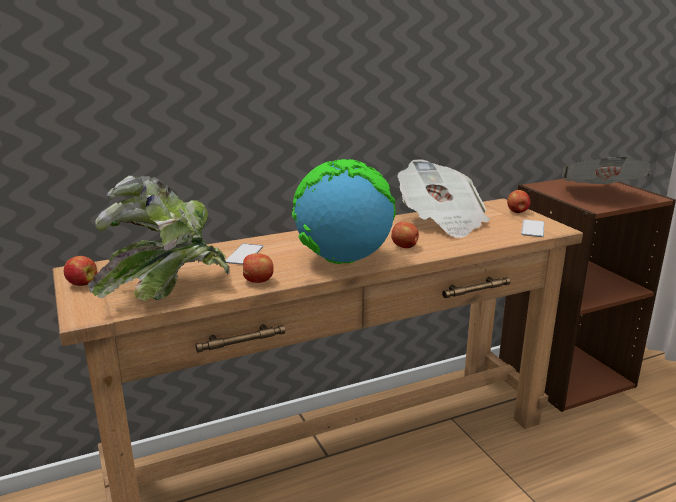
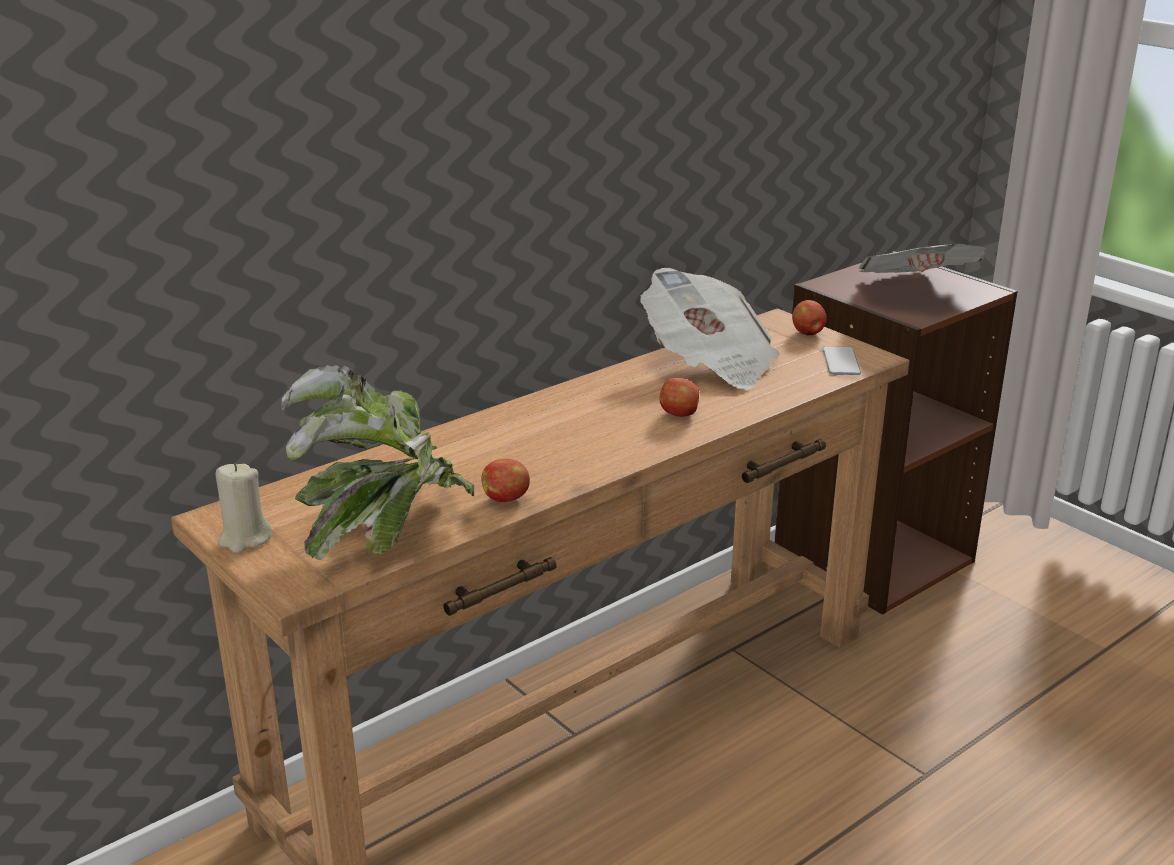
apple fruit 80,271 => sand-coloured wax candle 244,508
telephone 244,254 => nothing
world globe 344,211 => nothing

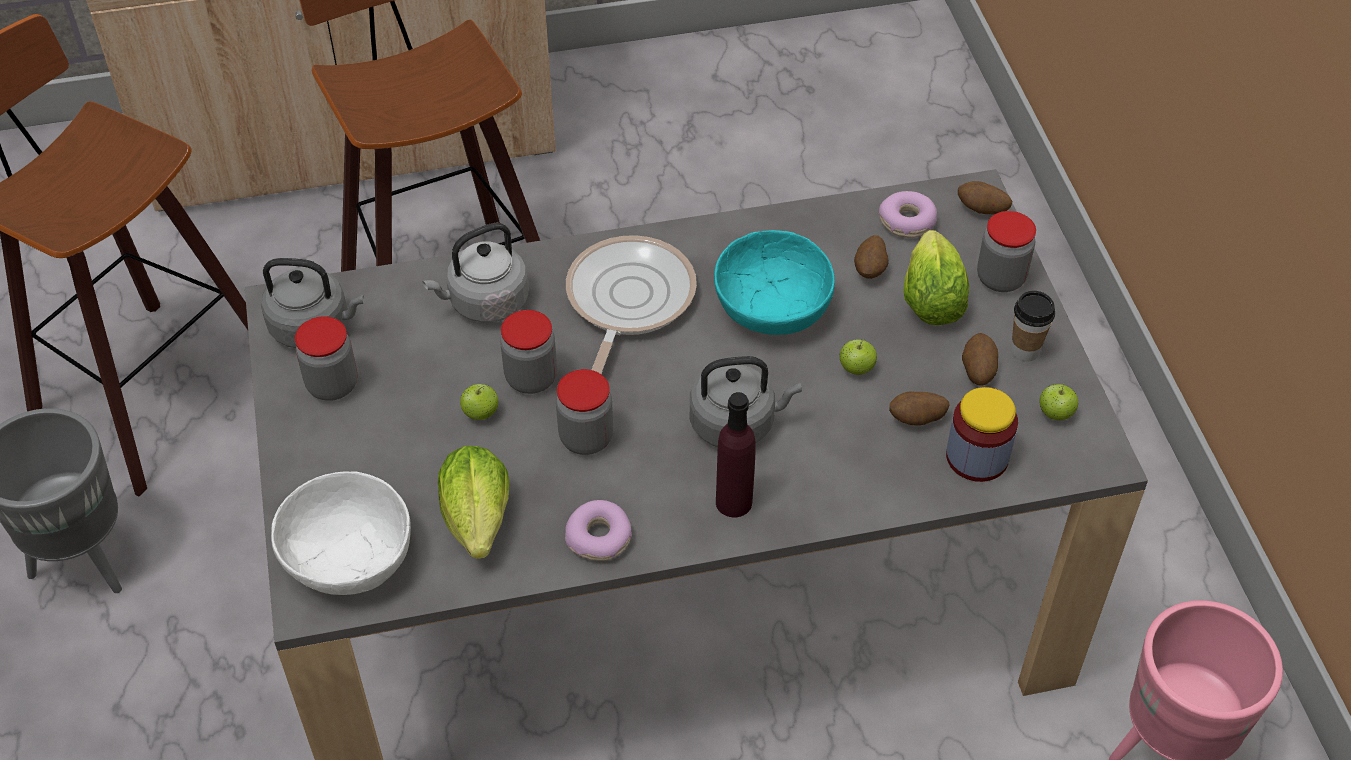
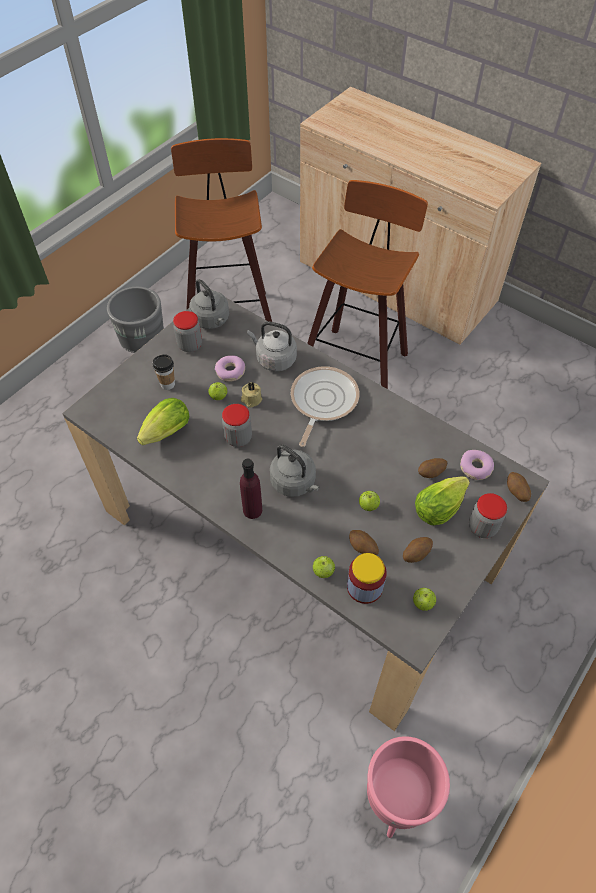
whitish bowl 341,533 => nothing
storage jar 528,352 => sand-coloured wax candle 251,395
doughnut 598,530 => doughnut 230,368, shifted
skillet 631,304 => skillet 325,406, 45 degrees counterclockwise
turquoise bowl 774,282 => nothing
drinking cup 1033,326 => drinking cup 164,372, shifted
nothing => apple fruit 324,567

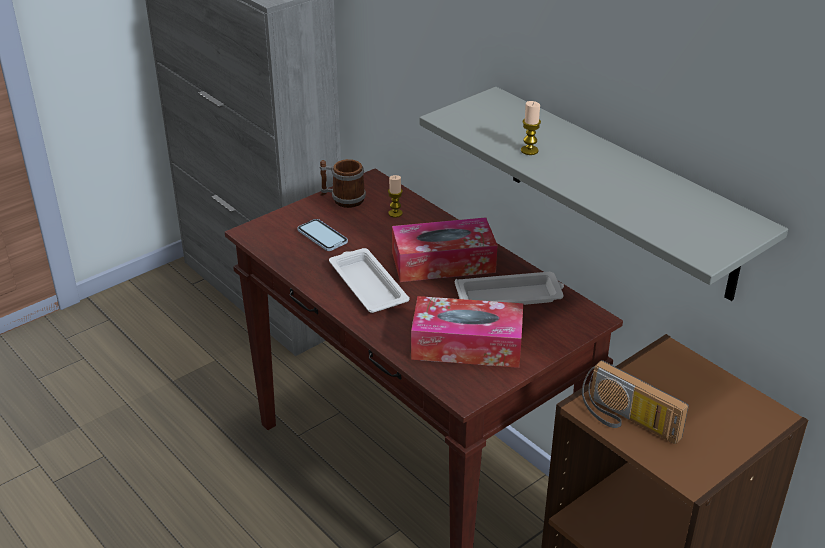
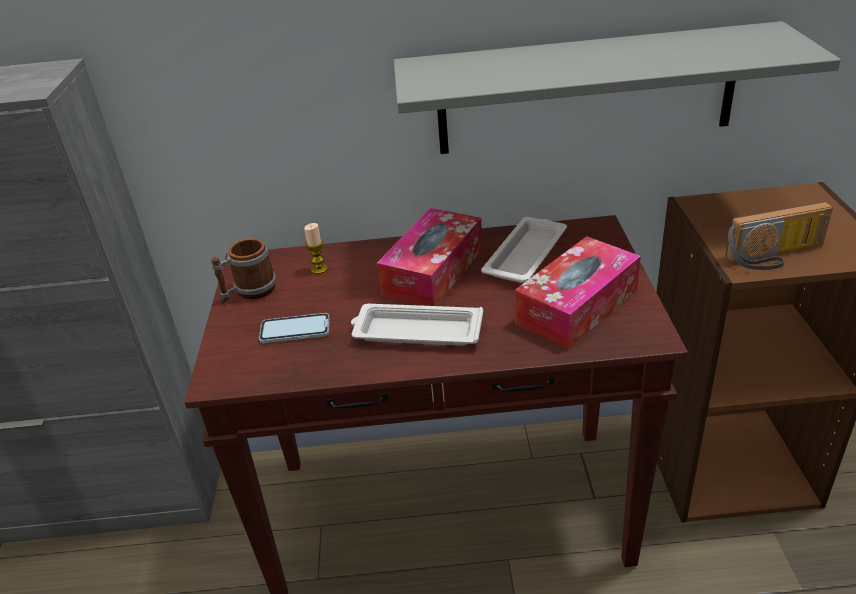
wax candle 531,128 => nothing

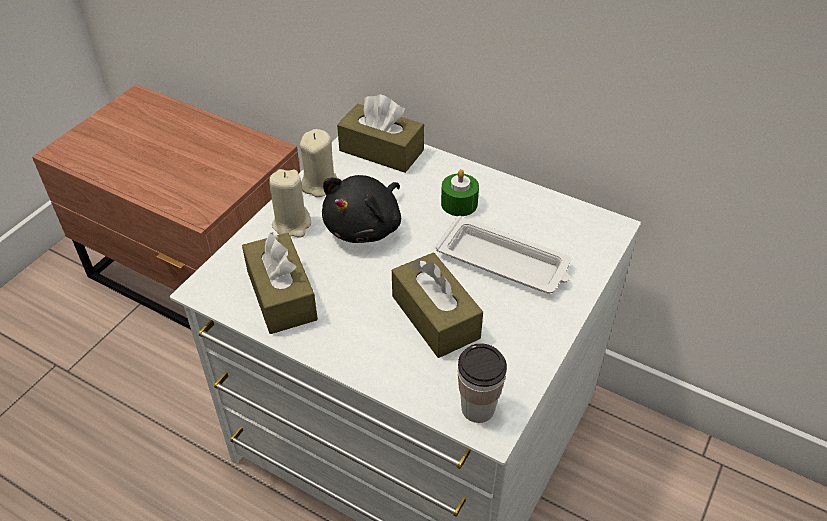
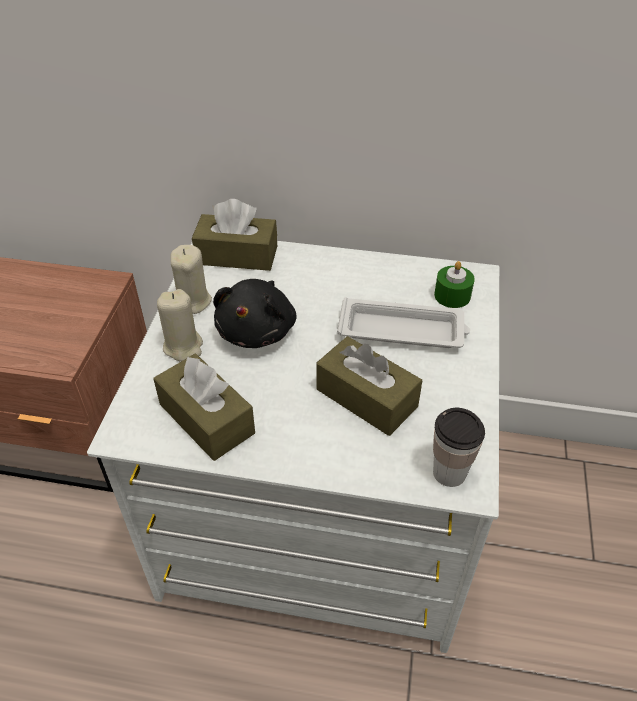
green-coloured wax candle 460,192 => green-coloured wax candle 454,284, shifted

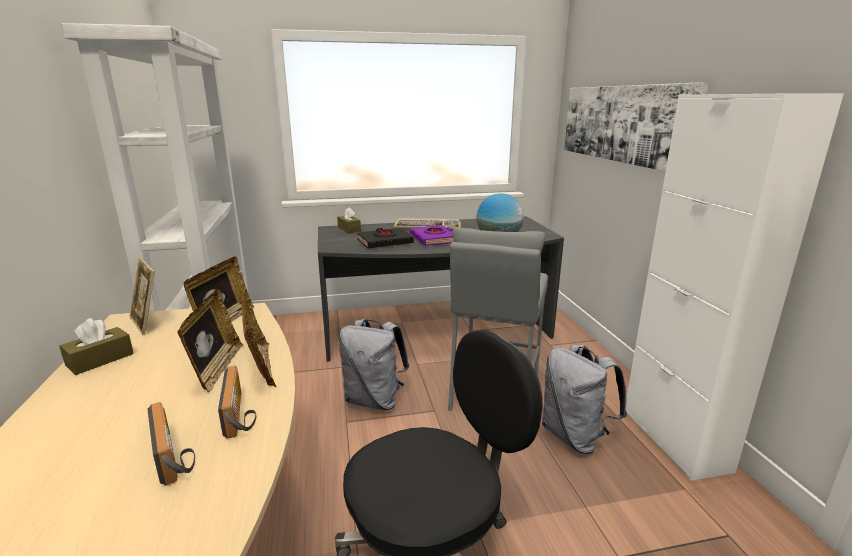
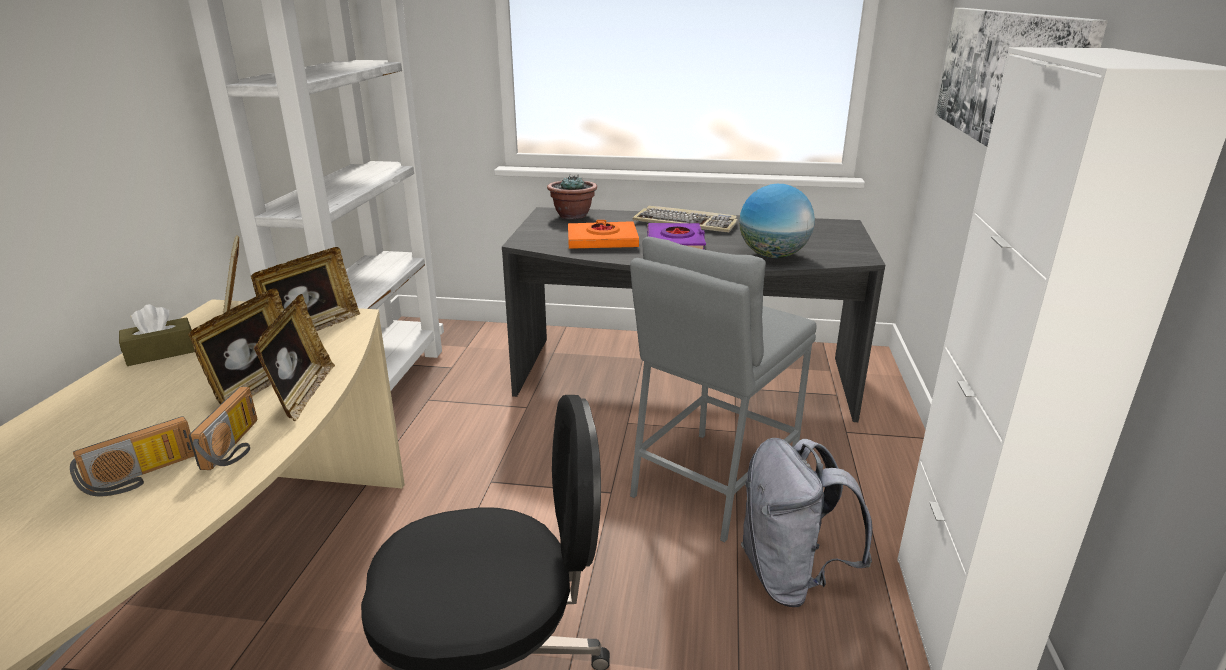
radio receiver 171,444 => radio receiver 132,456, 60 degrees clockwise
brown-coloured box of tissues 349,220 => plant in a pot 572,197
greyish rucksack 374,364 => nothing
black volume 385,238 => orangey volume 603,234

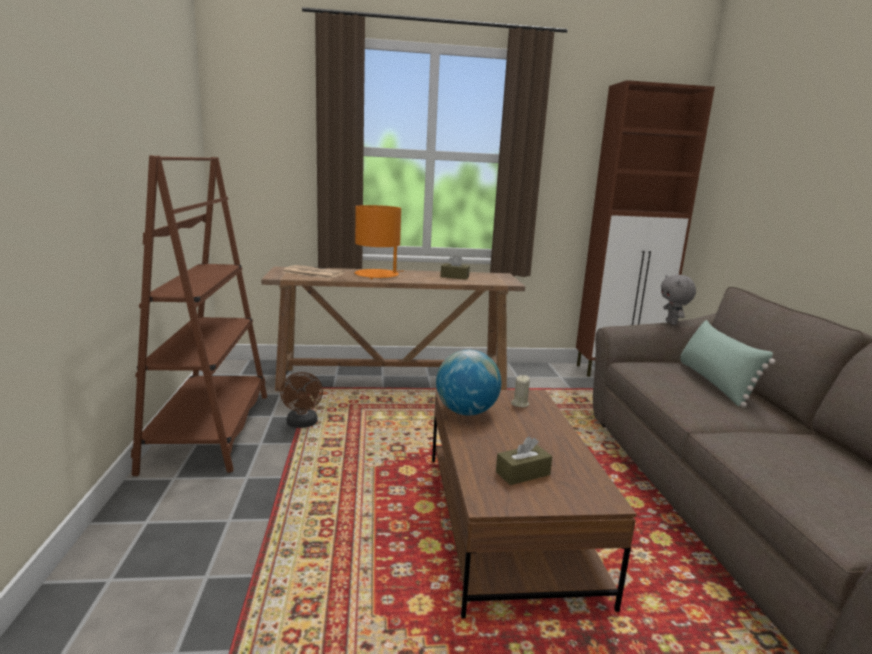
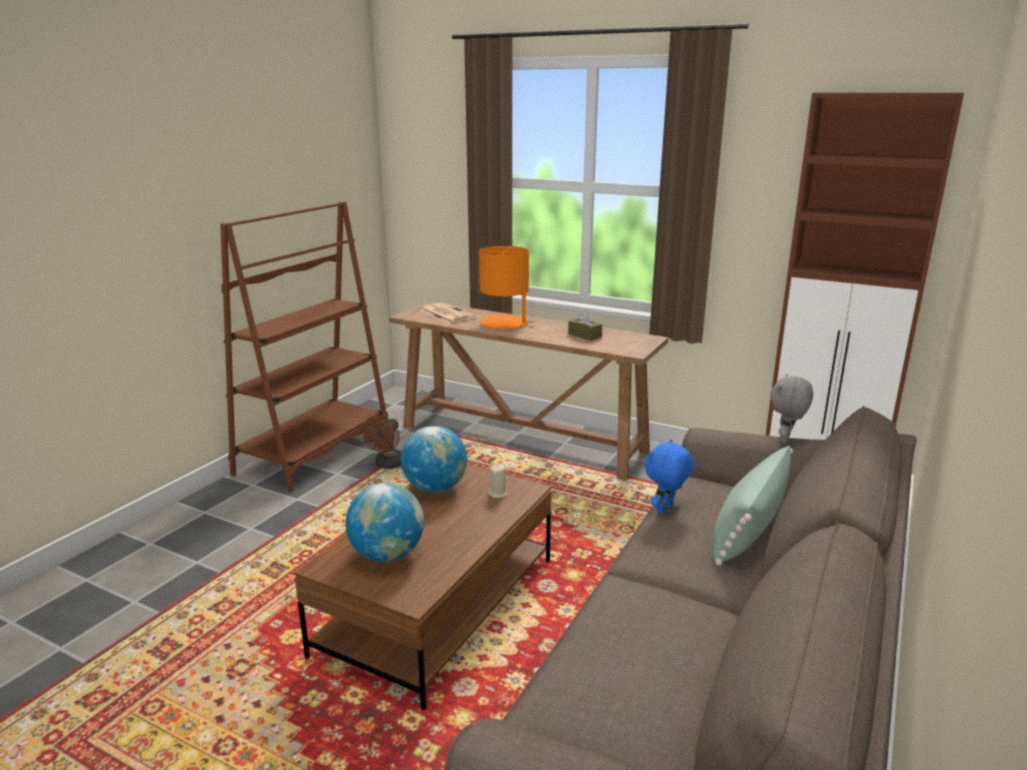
brown-coloured box of tissues 524,461 => world globe 384,522
nothing => blue plush toy 669,476

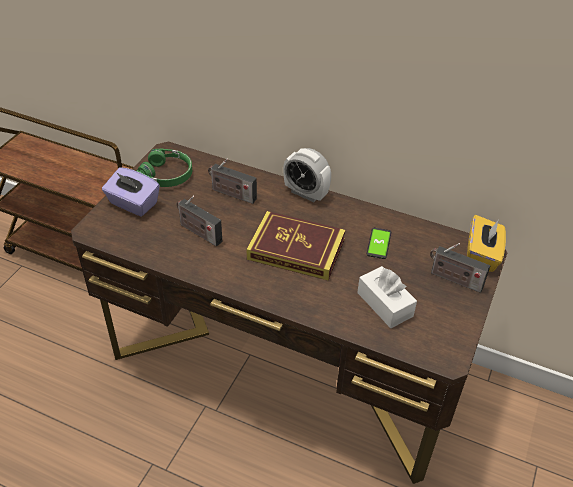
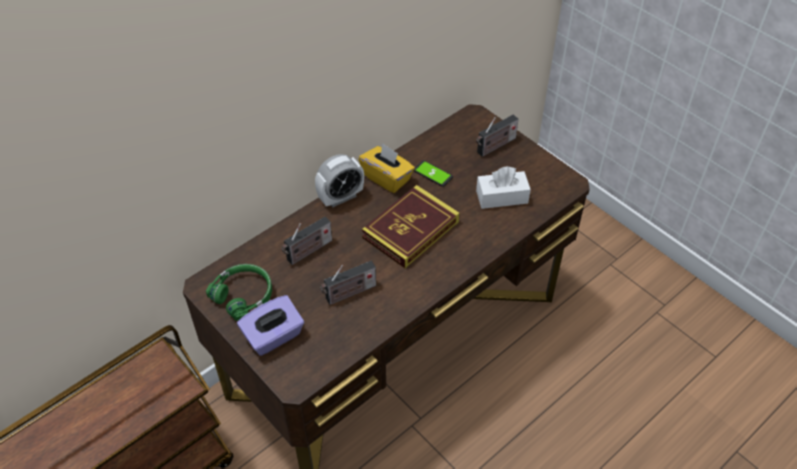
yellowish box of tissues 486,243 => yellowish box of tissues 387,168, shifted

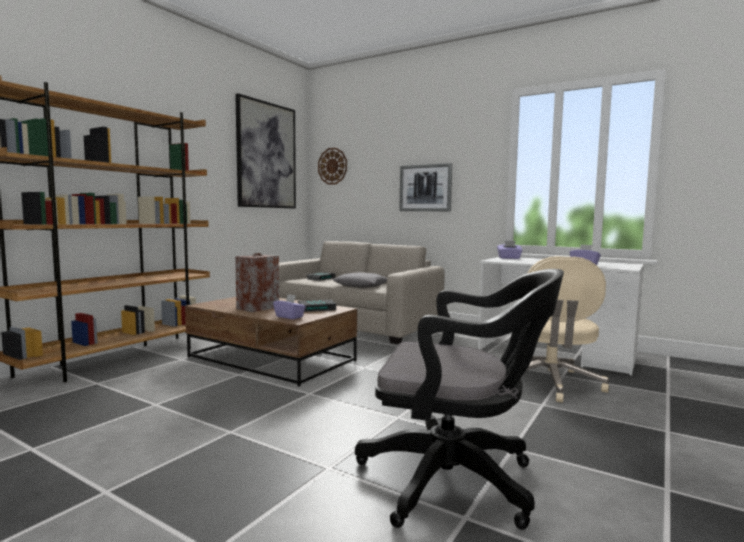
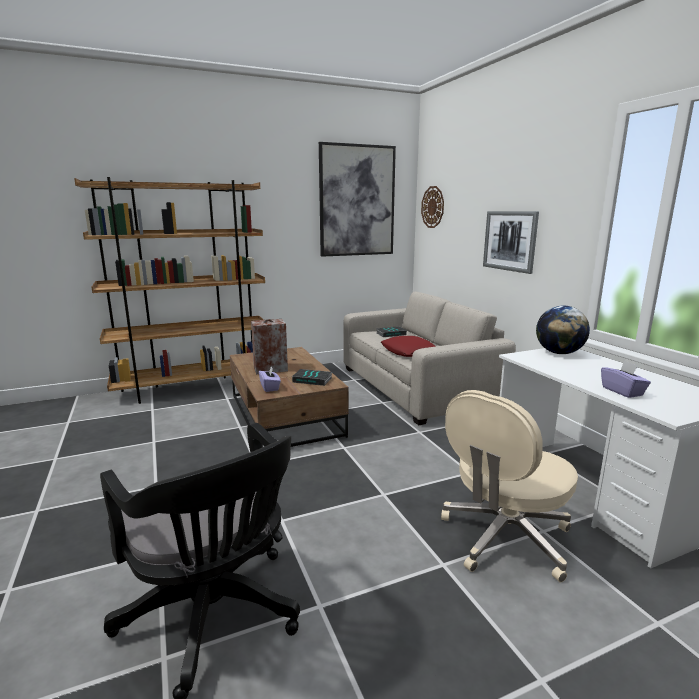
greyish cushion 360,280 => red-coloured cushion 408,346
purplish box of tissues 510,250 => world globe 563,330

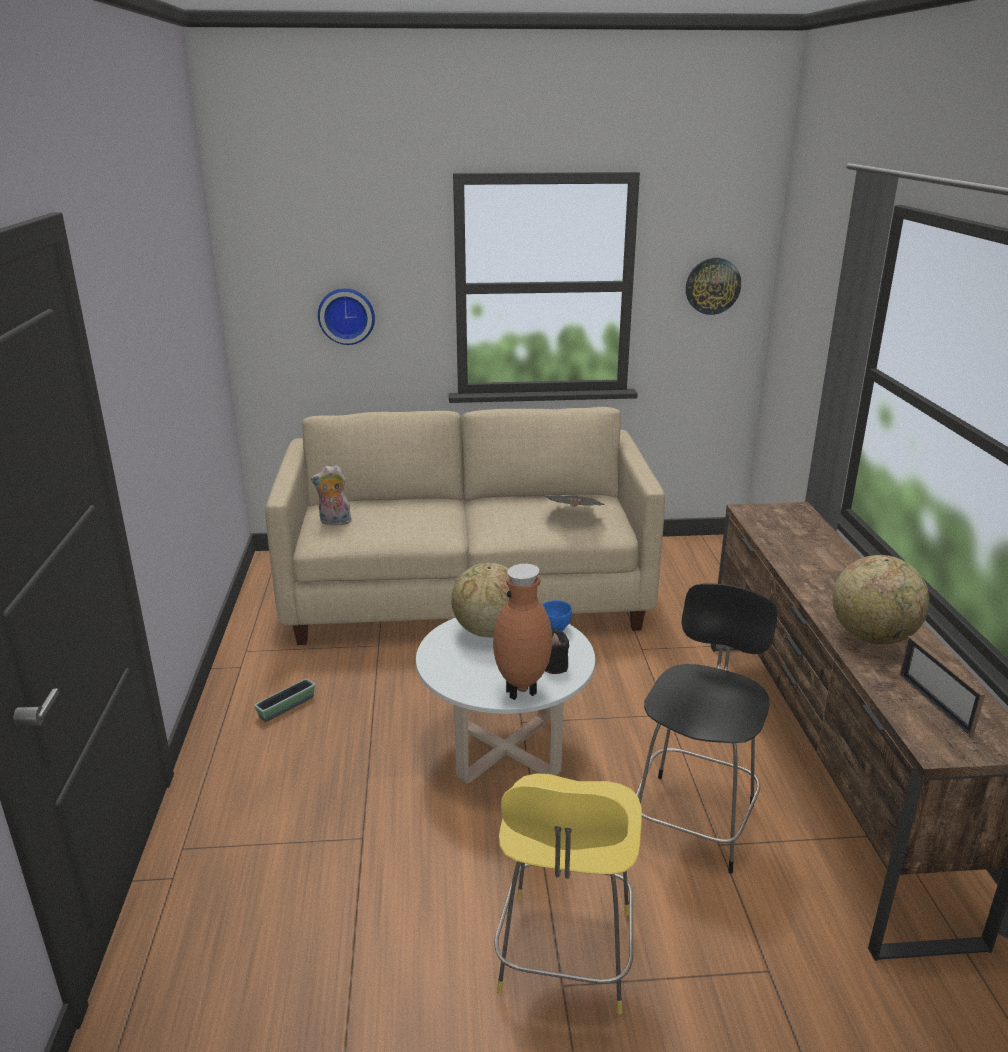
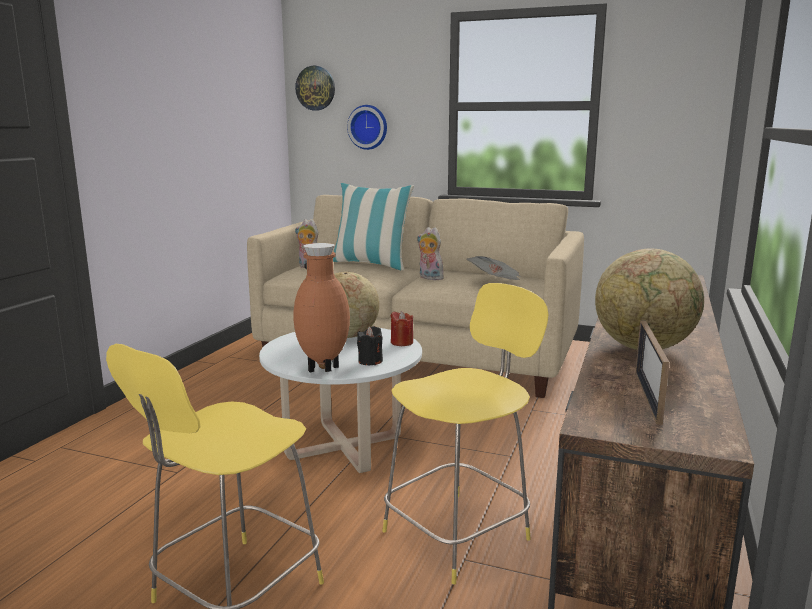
flower pot 284,700 => nothing
blue bowl 557,615 => red-coloured wax candle 402,328
black sitting stool 706,728 => yellowish sitting stool 465,434
clock on the wall 713,286 => clock on the wall 315,88, shifted
nothing => cushion 373,227
nothing => plush toy 430,253

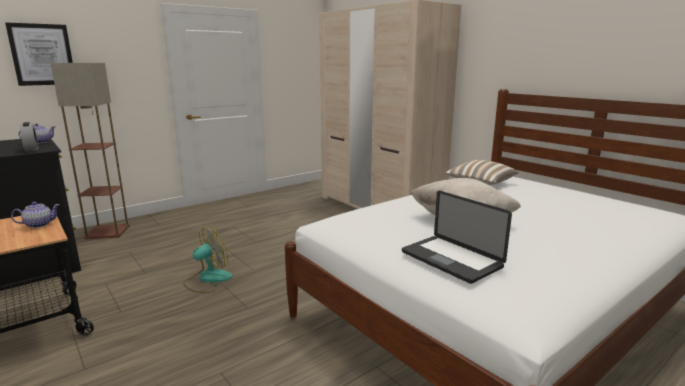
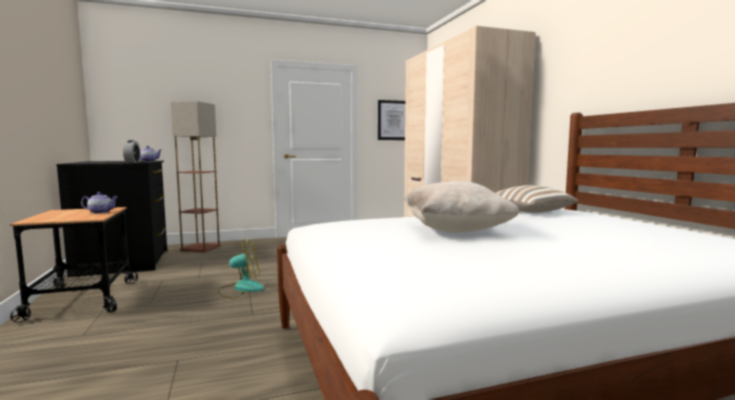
wall picture 39,54 => wall picture 391,120, shifted
portable computer 457,237 => nothing

